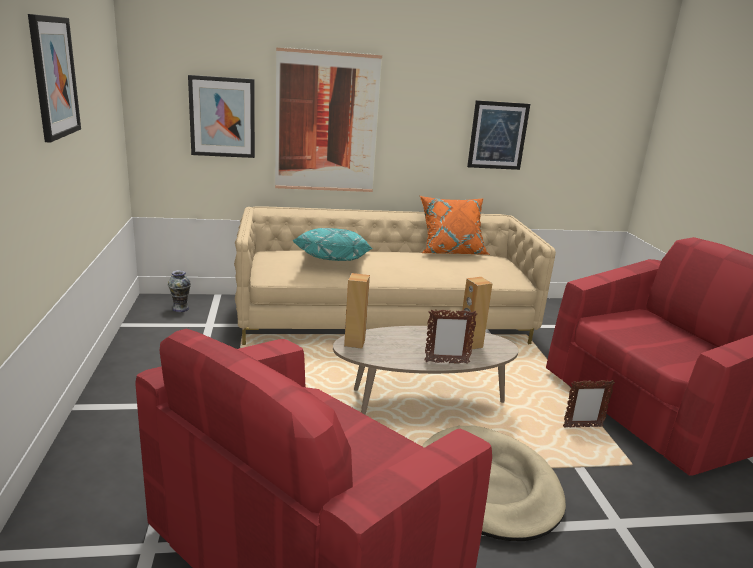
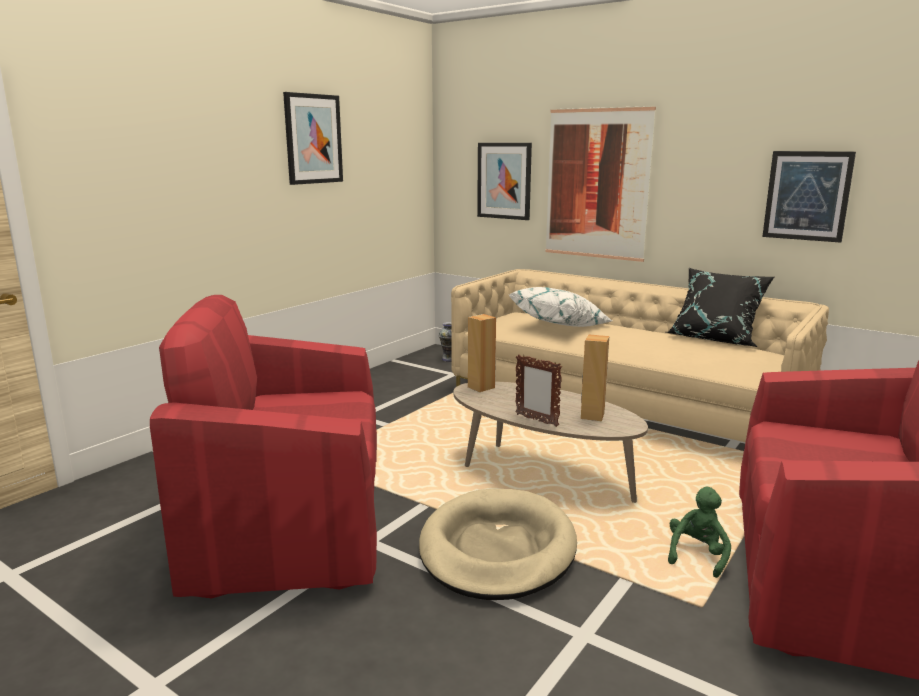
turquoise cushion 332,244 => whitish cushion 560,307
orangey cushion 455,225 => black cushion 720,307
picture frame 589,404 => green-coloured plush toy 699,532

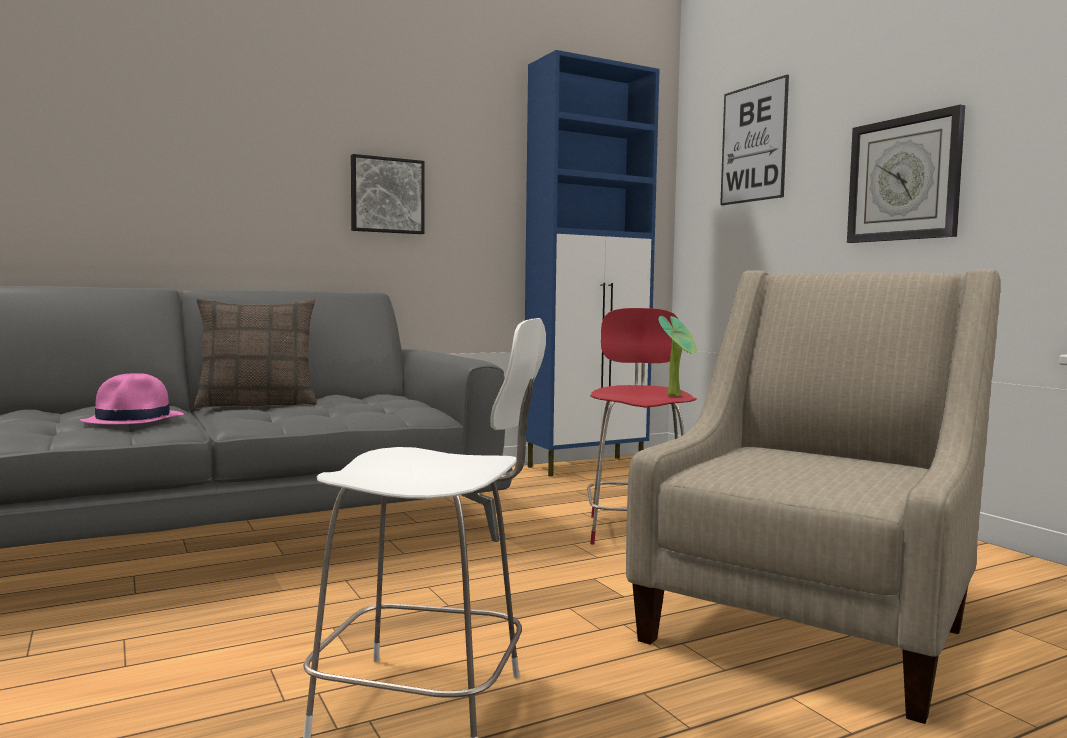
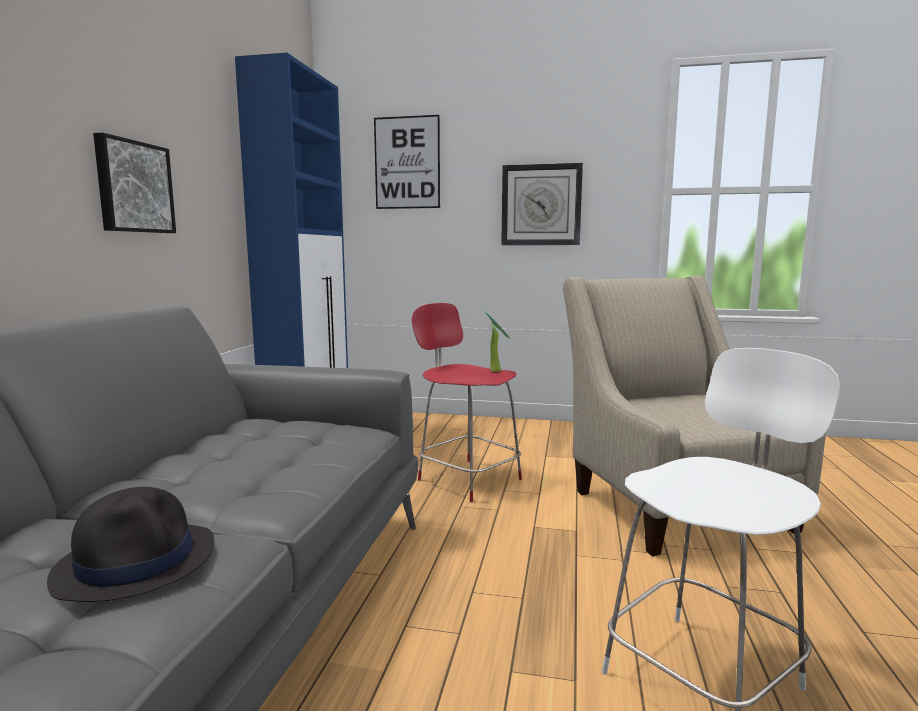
pink-coloured clothing hat 132,398 => black clothing hat 130,544
cushion 255,353 => nothing

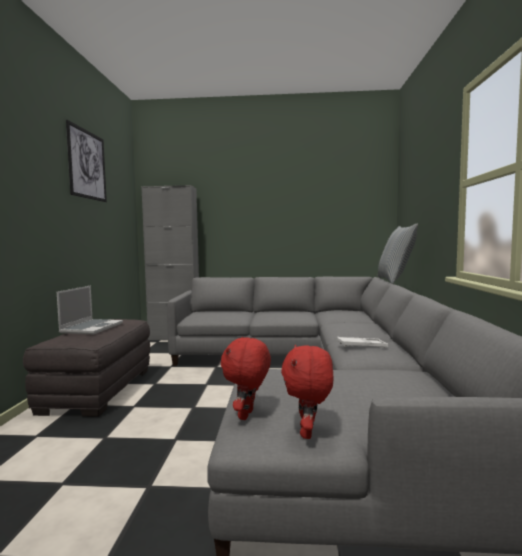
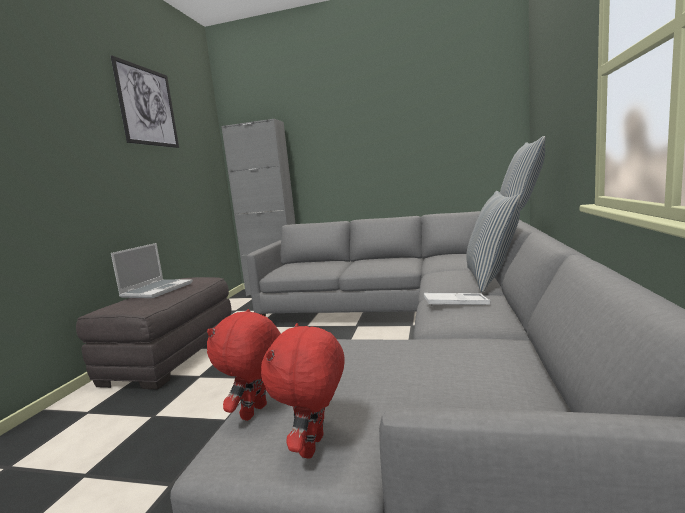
nothing => cushion 493,241

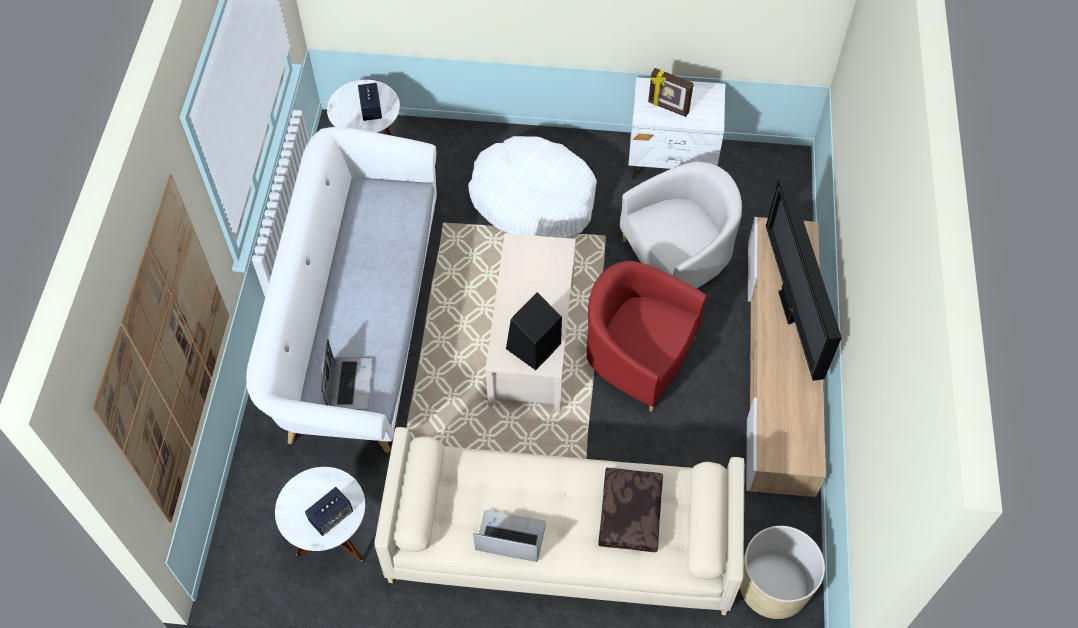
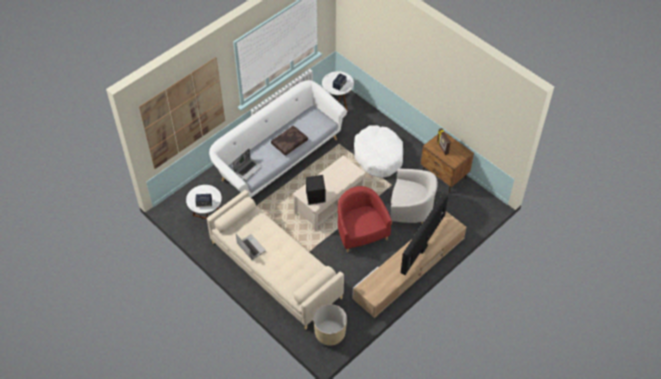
brown-coloured cushion 630,510 => brown-coloured cushion 289,141, shifted
whitish night table 677,128 => brown-coloured night table 447,162

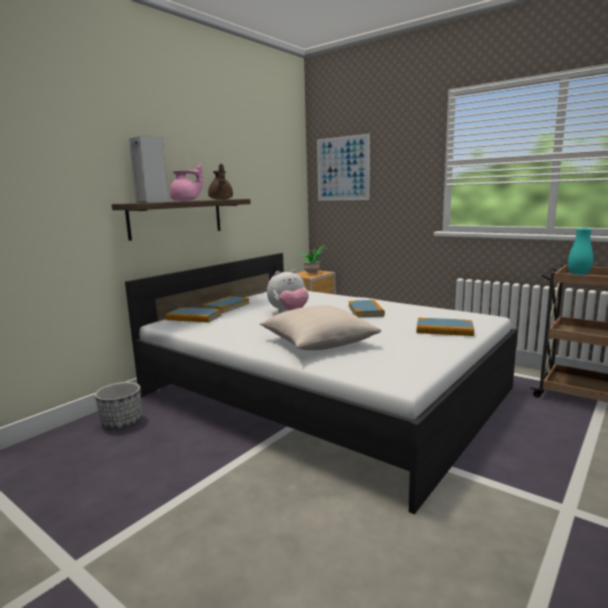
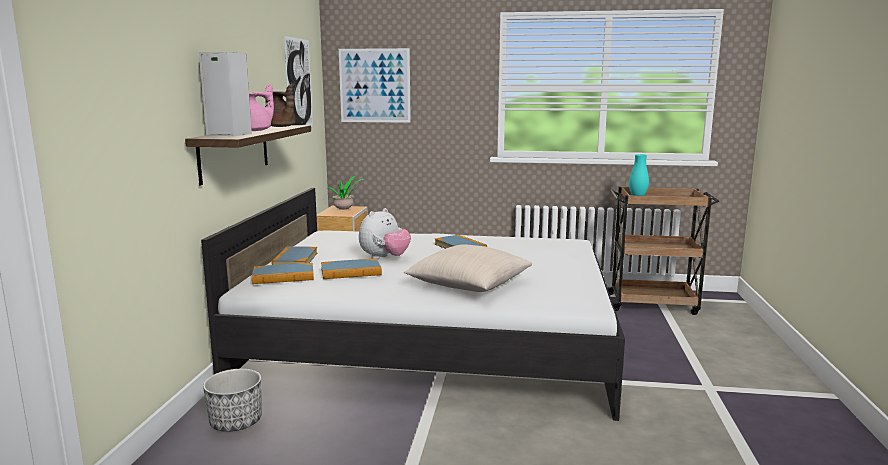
volume 445,327 => volume 351,269, shifted
nothing => wall picture 298,80

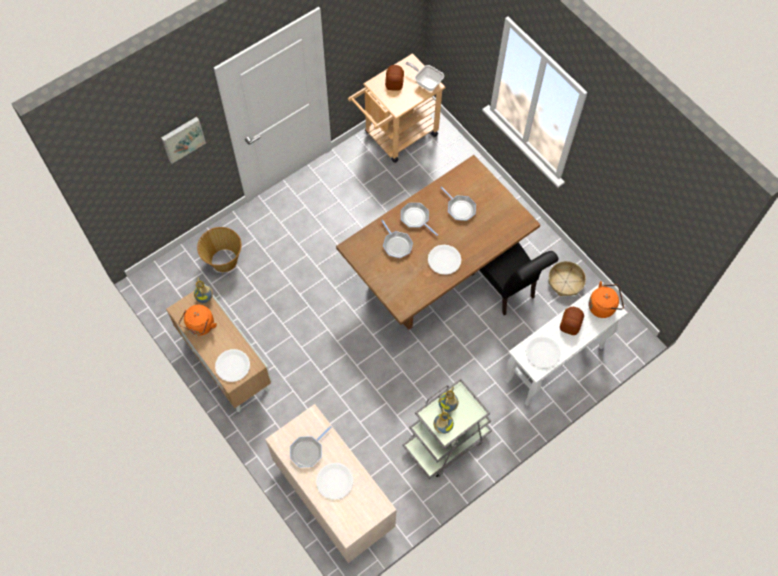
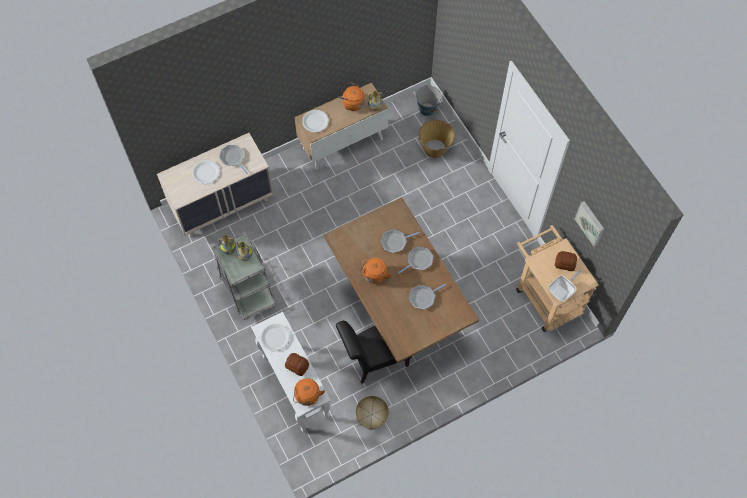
wall picture 183,140 => wall picture 589,223, shifted
whitish dinner plate 444,260 => orangey water kettle 375,271
nothing => water bucket 428,100

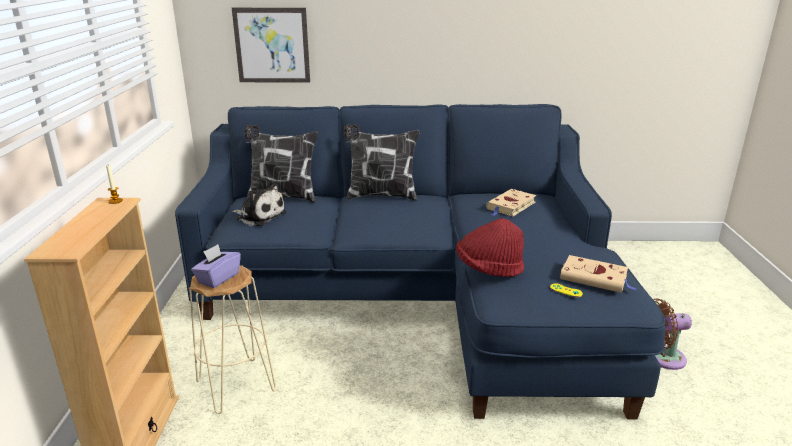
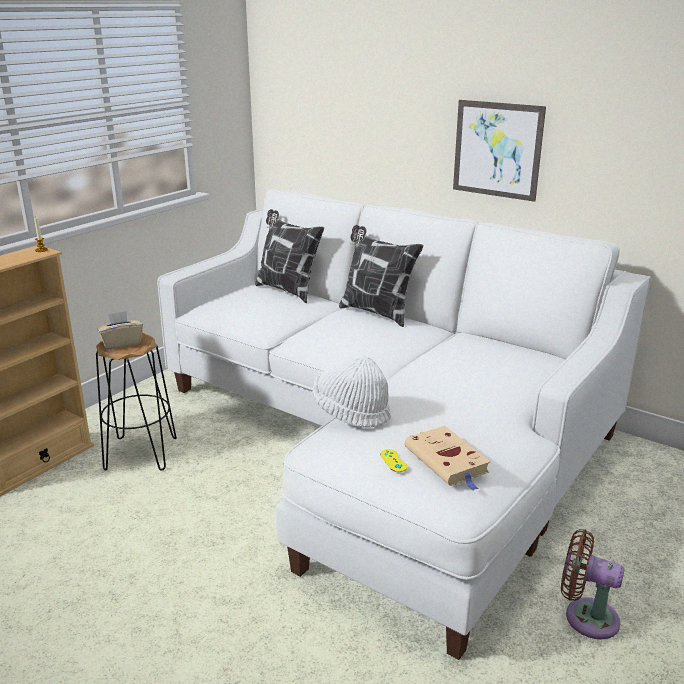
blue sofa 420,262 => whitish sofa 404,424
sand-coloured sitting stool 232,339 => black sitting stool 136,402
purplish box of tissues 216,266 => sand-coloured box of tissues 120,330
wall picture 271,45 => wall picture 499,151, shifted
plush toy 259,204 => nothing
red-coloured clothing hat 490,247 => whitish clothing hat 352,392
sand-coloured volume 511,202 => nothing

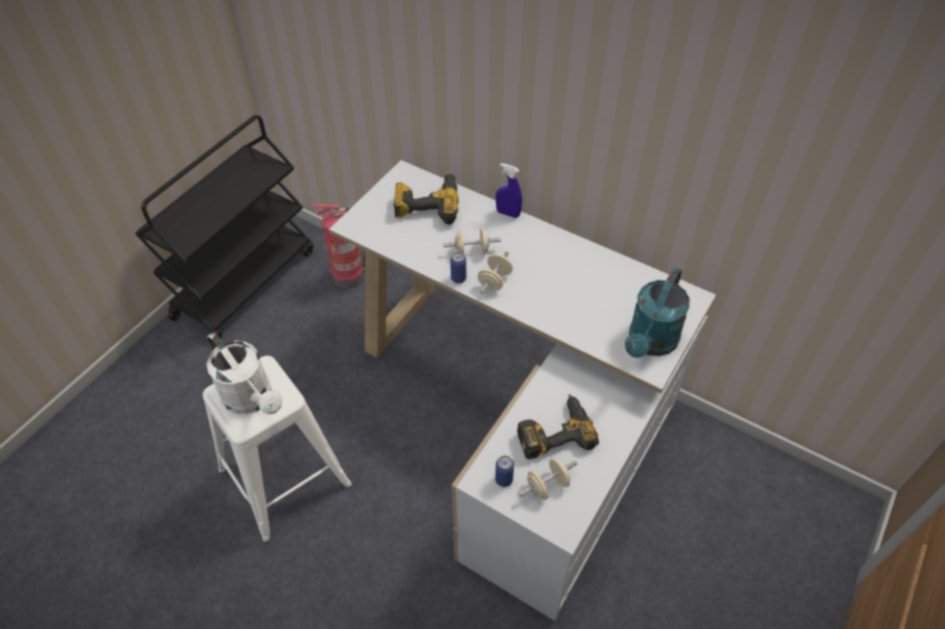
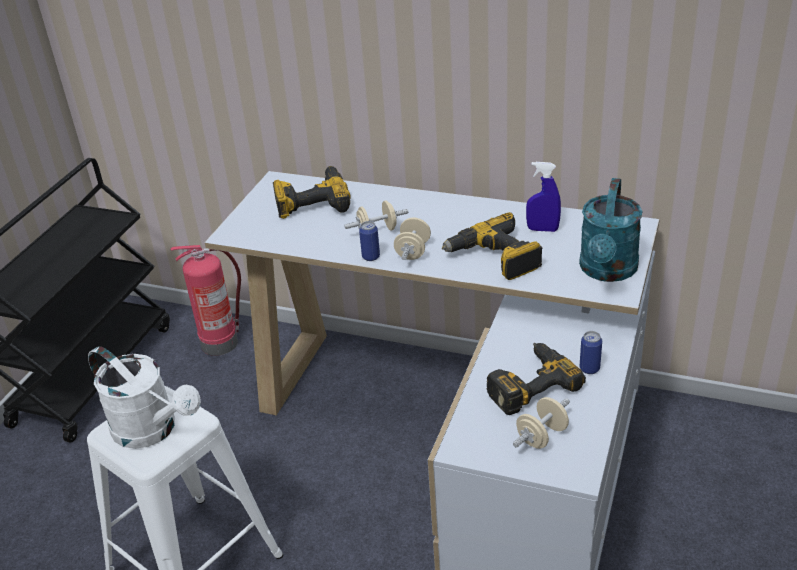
can 504,471 => can 591,352, shifted
blue spray bottle 509,190 => blue spray bottle 543,197, shifted
nothing => power drill 492,246

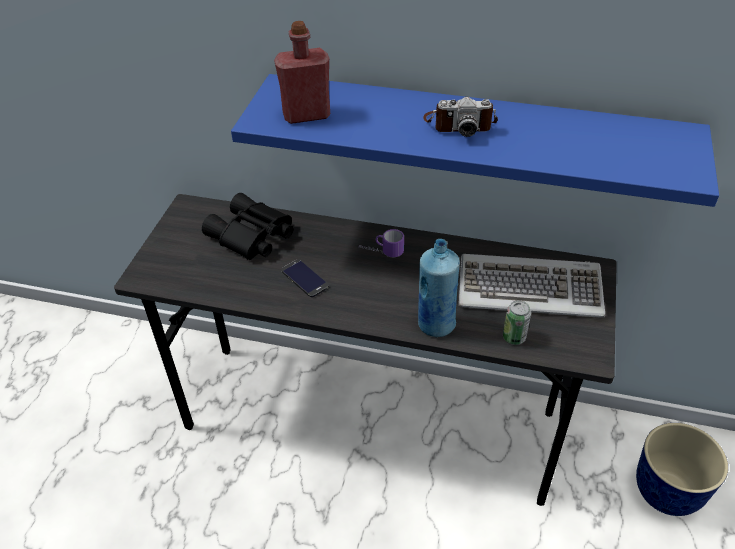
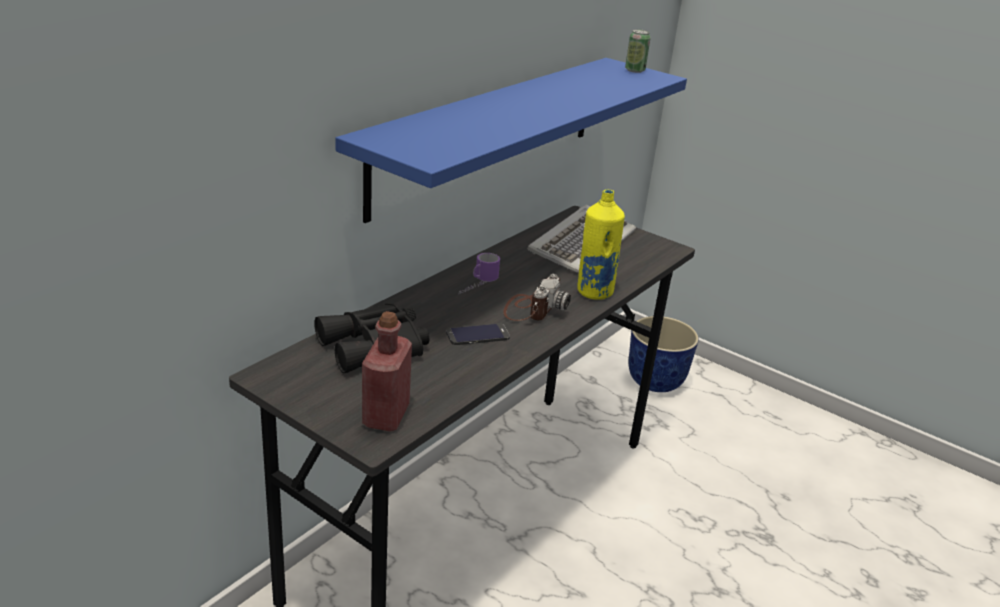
red-coloured bottle 302,72 => red-coloured bottle 387,371, shifted
blue bottle 439,288 => yellowish bottle 601,244
photo camera 460,117 => photo camera 537,297, shifted
can 517,322 => can 638,51, shifted

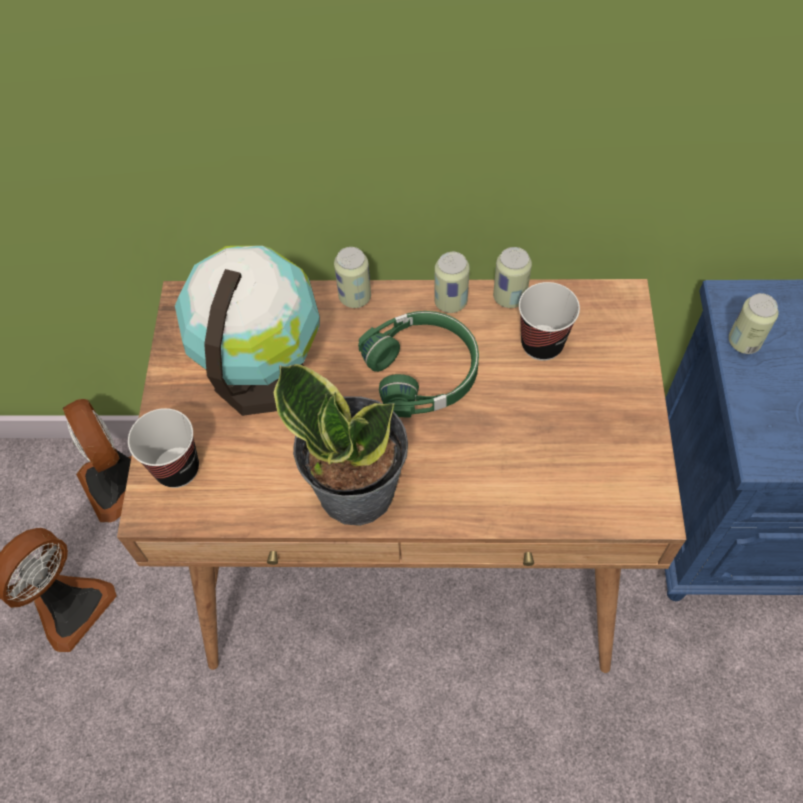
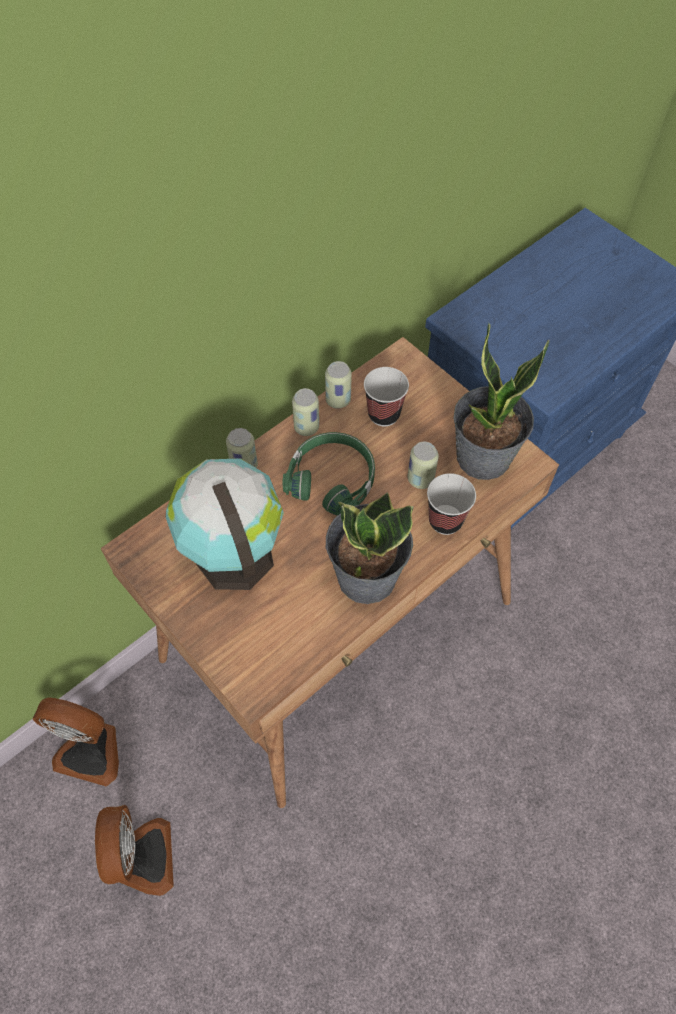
drinking cup 163,448 => drinking cup 451,504, shifted
can 753,323 => can 423,465, shifted
nothing => plant in a pot 501,401

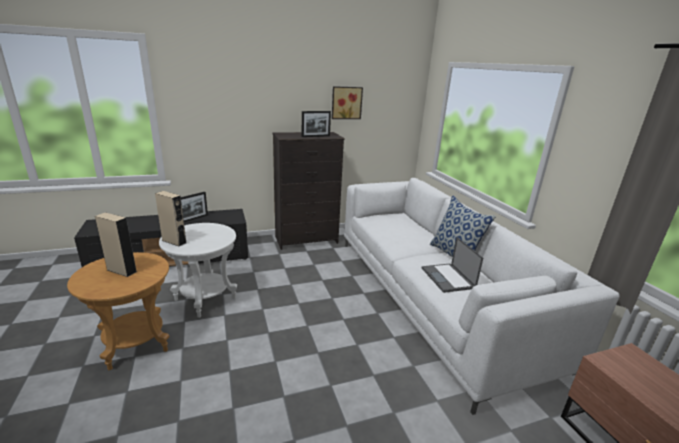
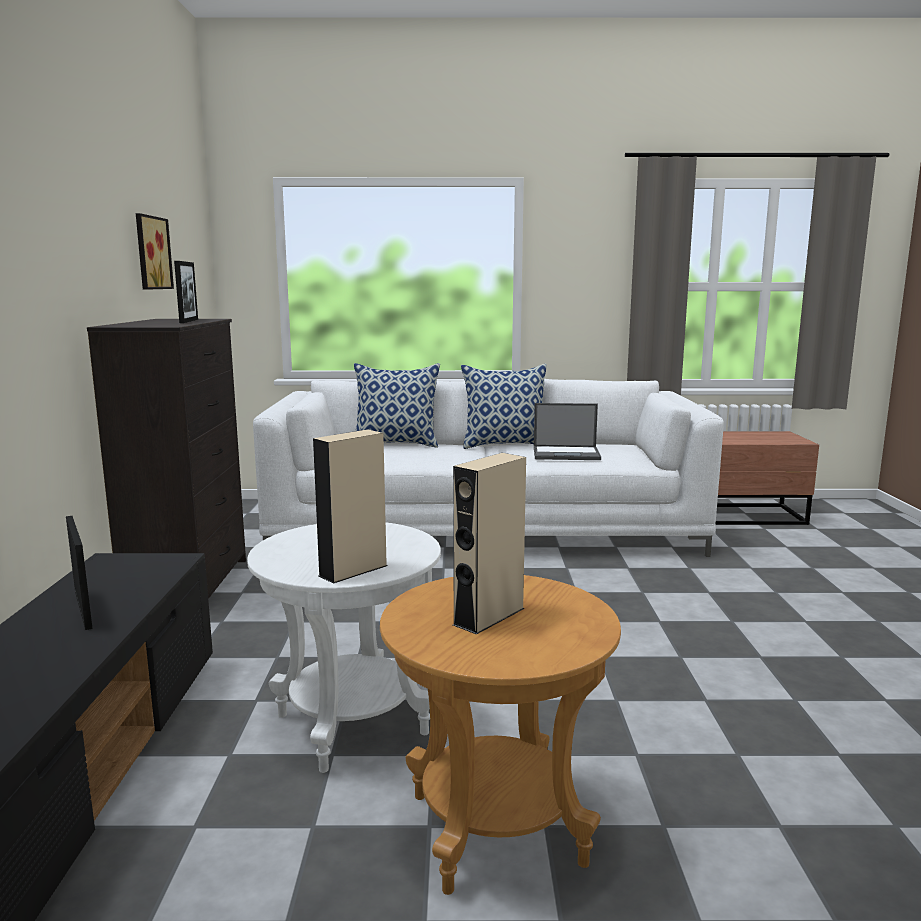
nothing => cushion 397,405

